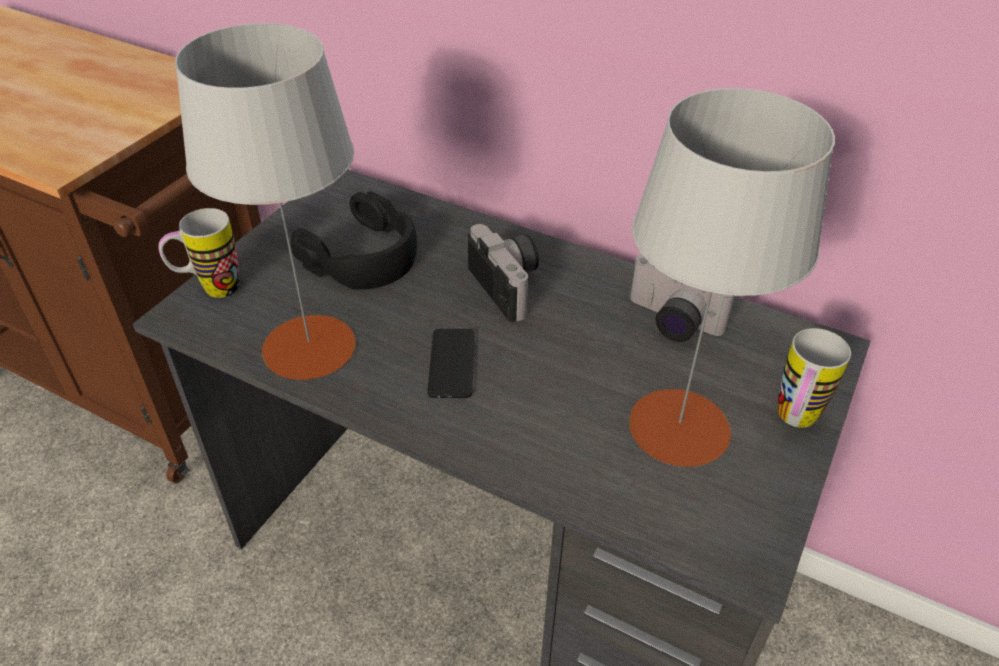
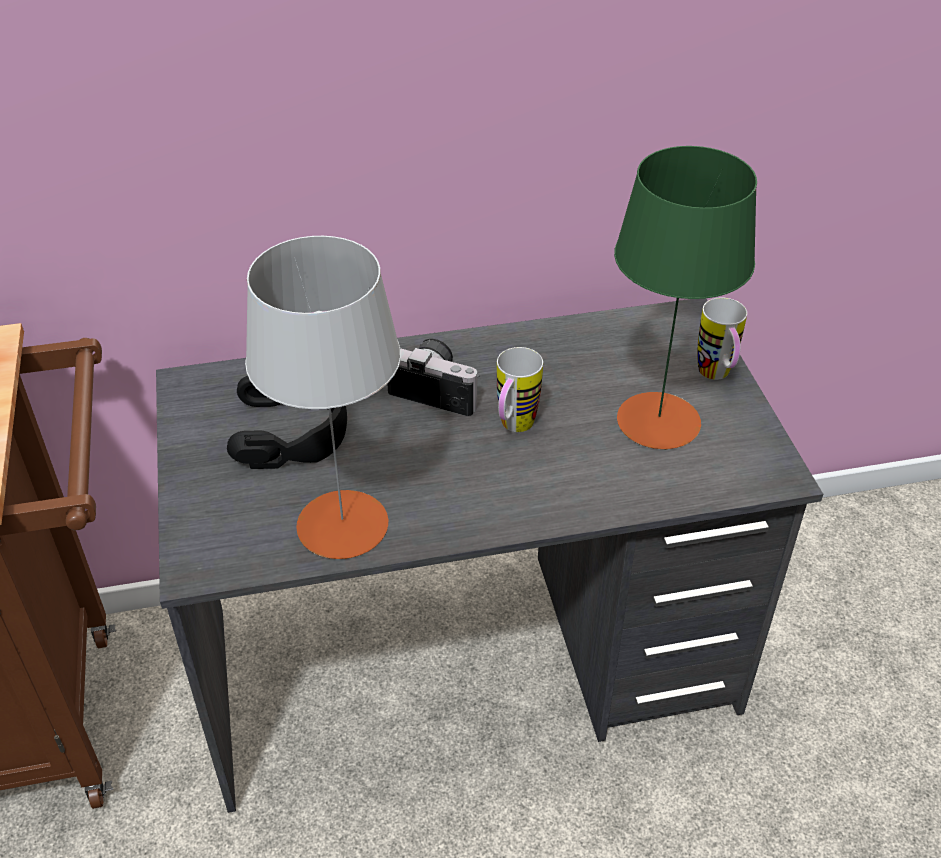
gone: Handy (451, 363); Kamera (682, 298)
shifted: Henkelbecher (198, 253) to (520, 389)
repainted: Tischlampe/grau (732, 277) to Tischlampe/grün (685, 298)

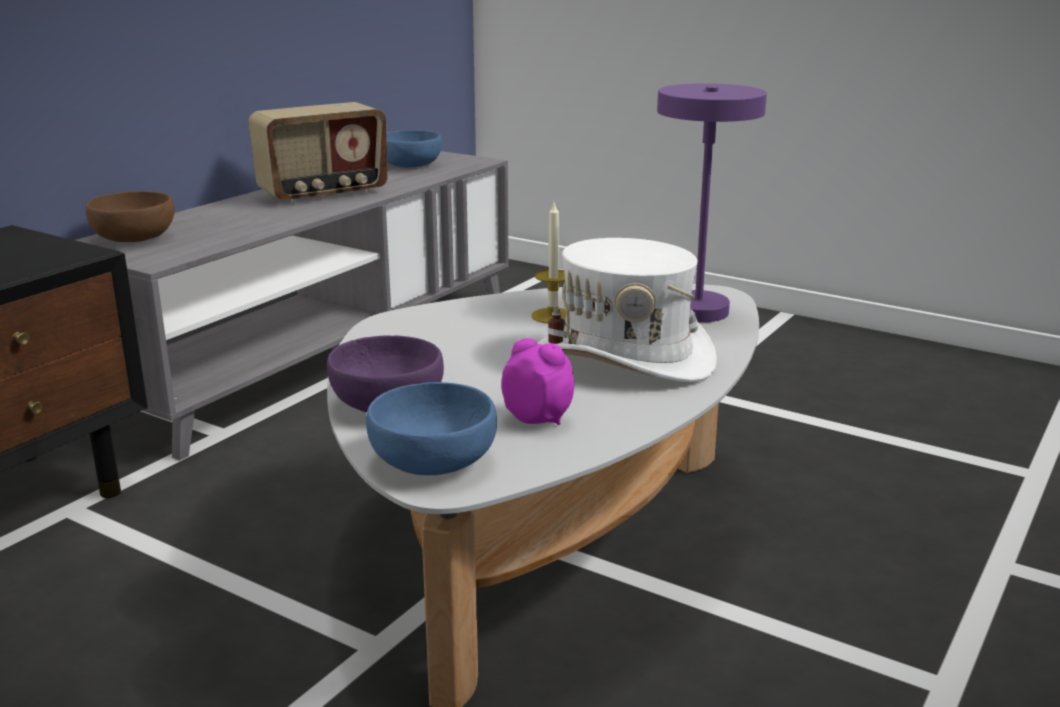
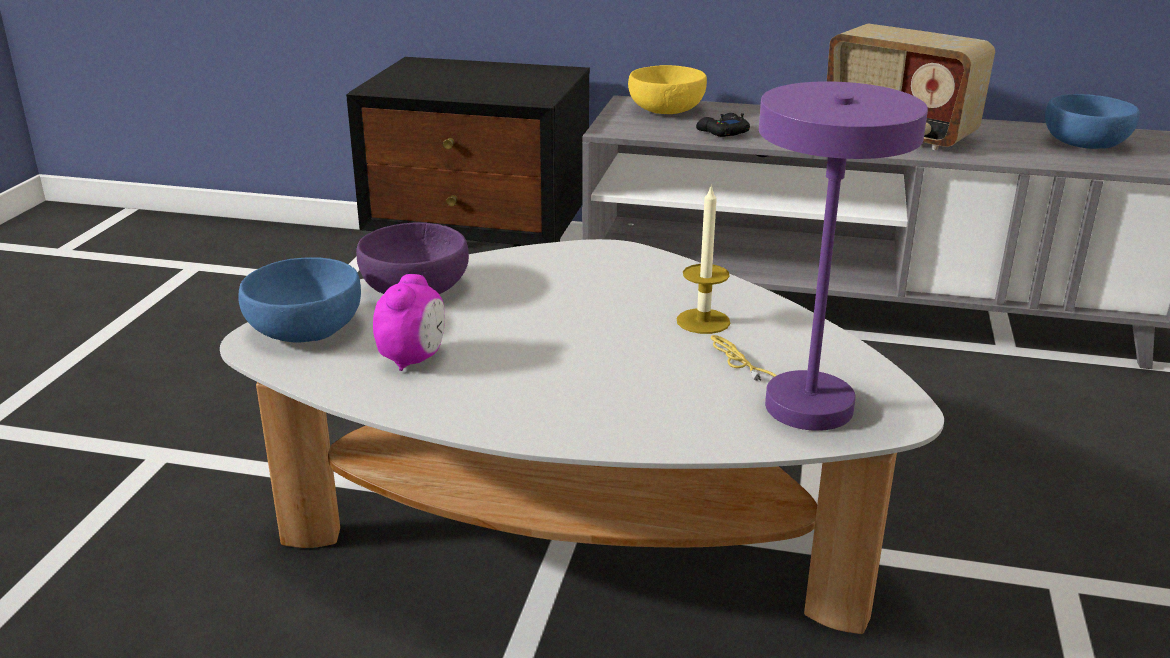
gone: Hut/weiß (627, 310)
new: Gamepad/schwarz (723, 125)
repainted: Schüssel/braun (130, 216) to Schüssel/gelb (667, 89)

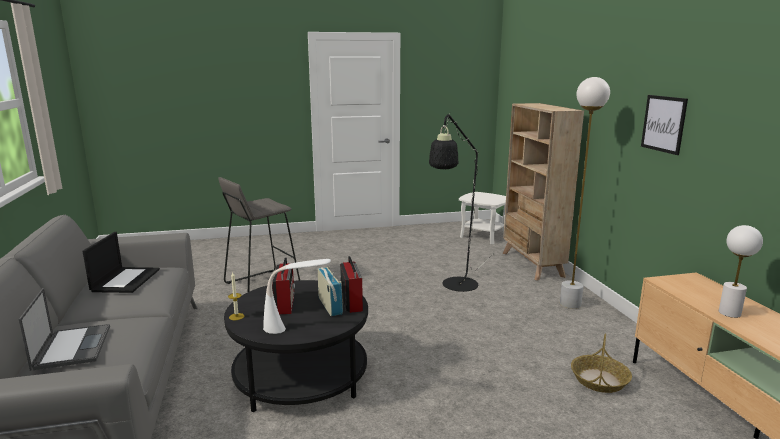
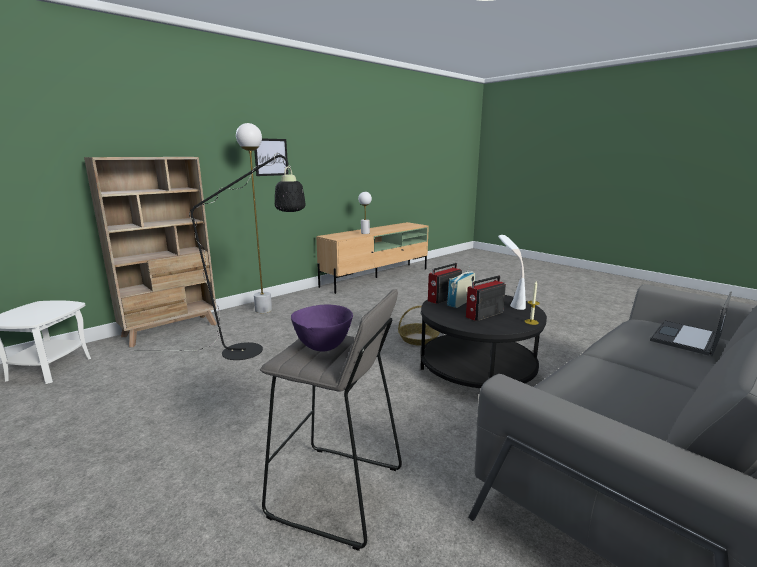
gone: Laptop (121, 262)
new: Schüssel/lila (322, 328)
shifted: Korb (601, 363) to (419, 325)

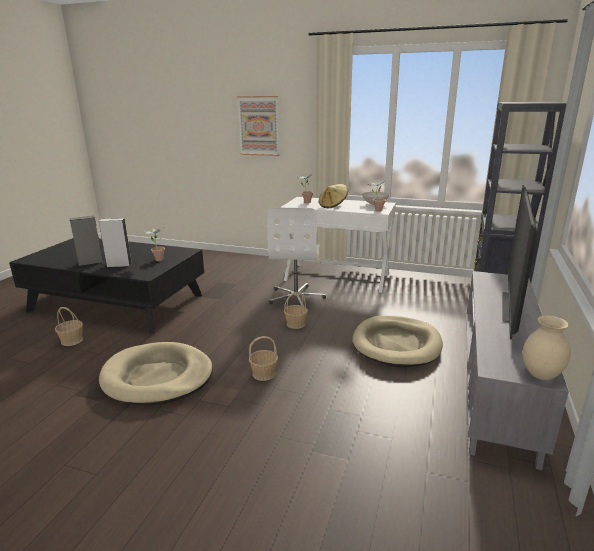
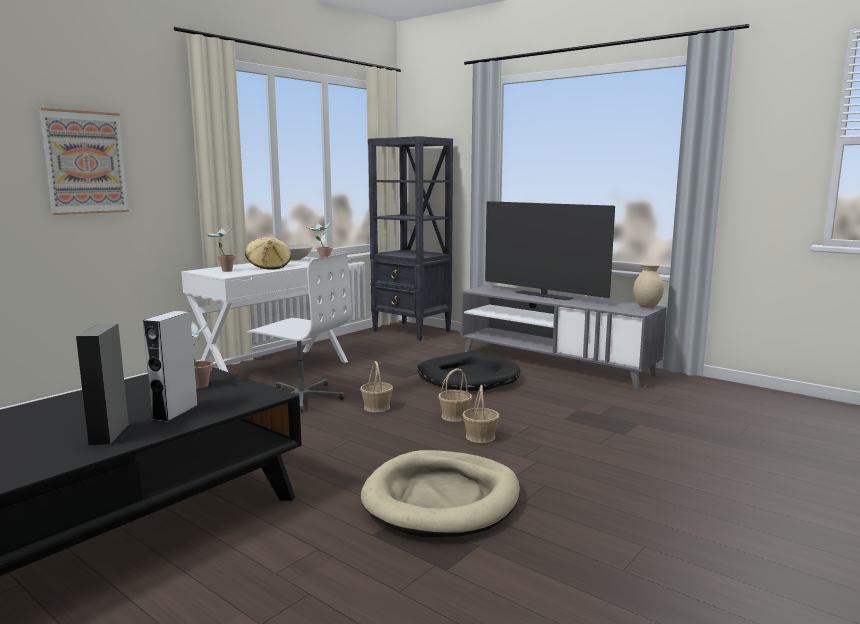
shifted: Korb (69, 326) to (455, 395)
repainted: Hundebett/beige (398, 342) to Hundebett/schwarz (468, 371)

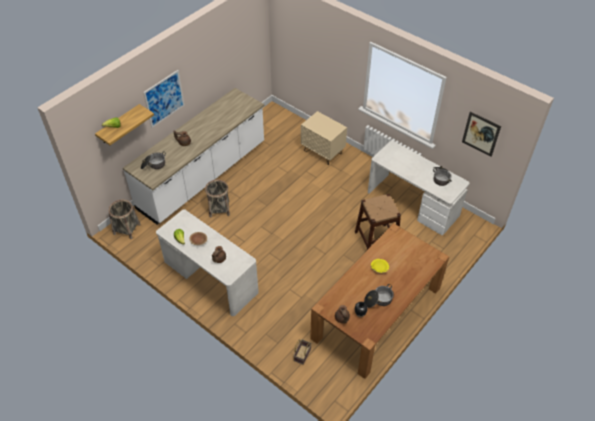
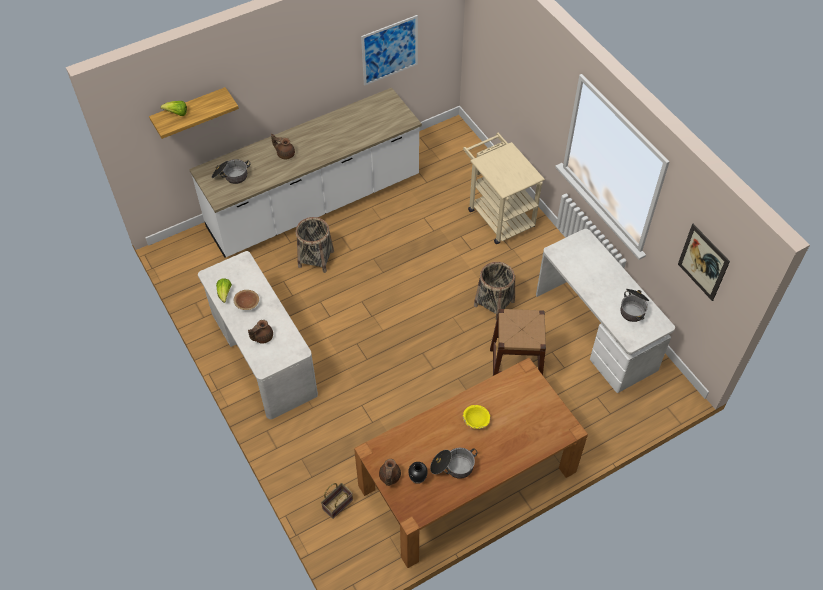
shifted: Bild (163, 99) to (389, 50); Korb (125, 219) to (494, 291)
swapped: Nachttisch/beige (324, 138) to Rollwagen/beige (504, 188)

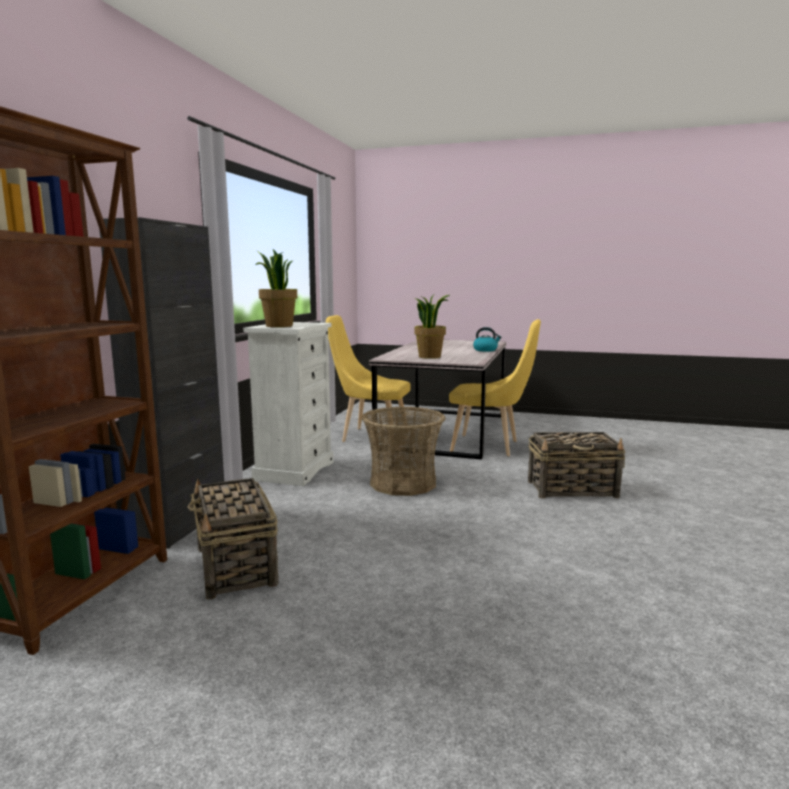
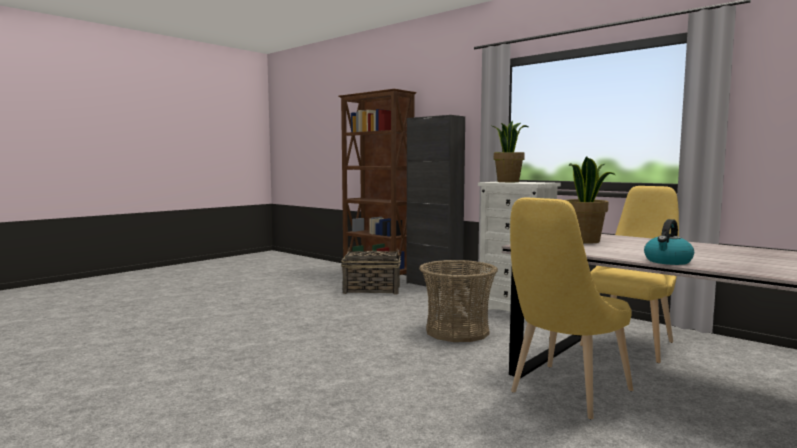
gone: Korb (576, 465)

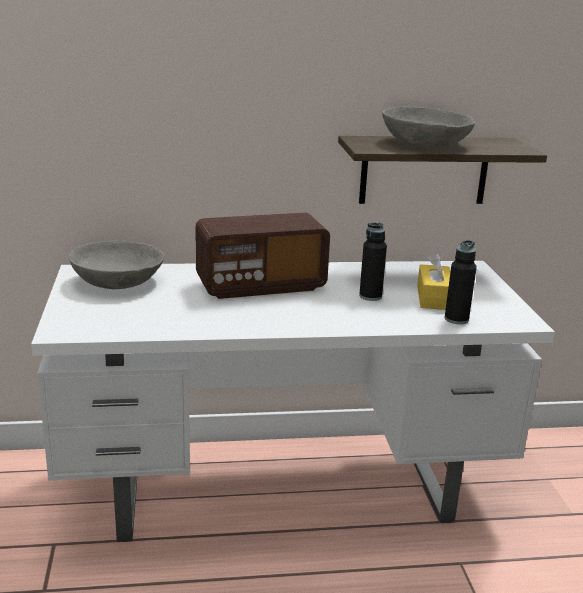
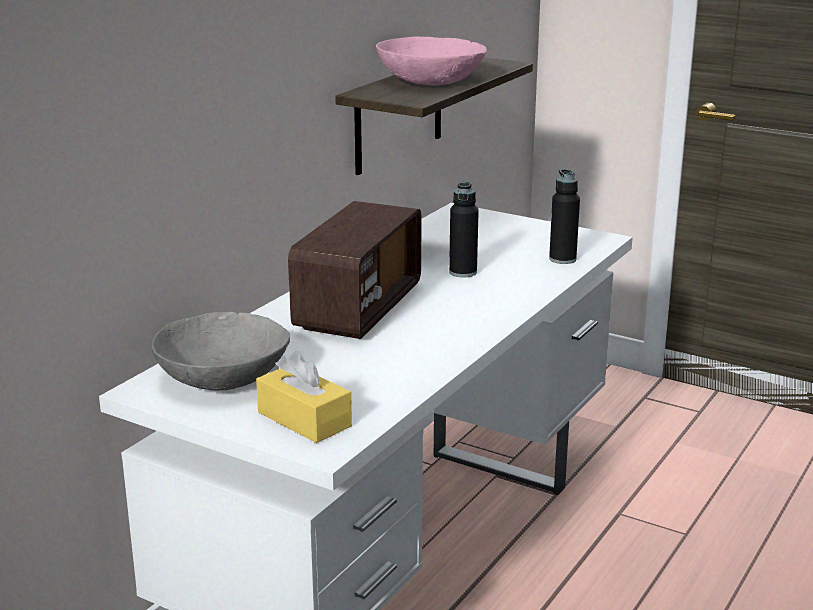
shifted: Taschentuchbox/gelb (433, 281) to (304, 397)
repainted: Schüssel/grau (428, 127) to Schüssel/rosa (431, 61)

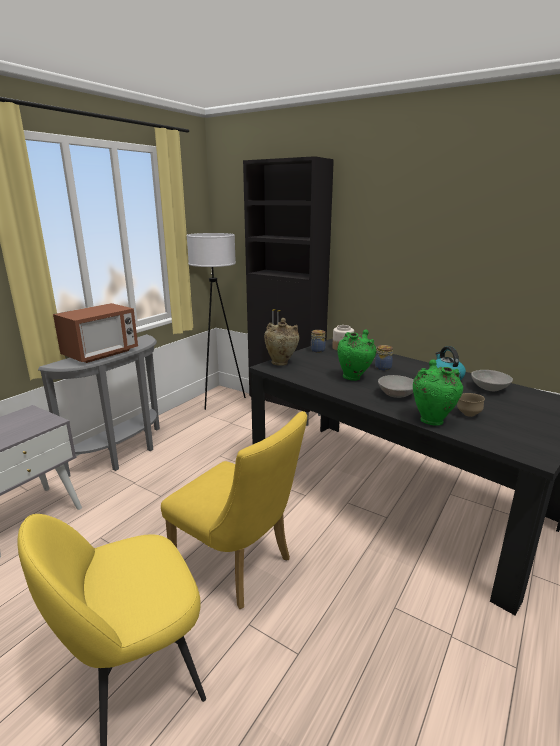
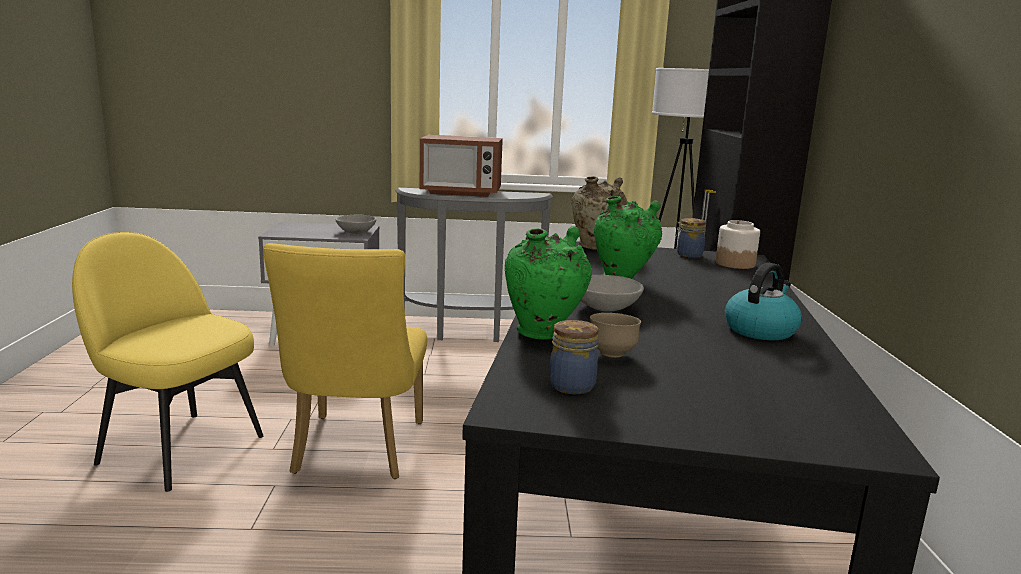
shifted: Schüssel/grau (492, 380) to (355, 224); Vorratsglas (383, 358) to (574, 357)

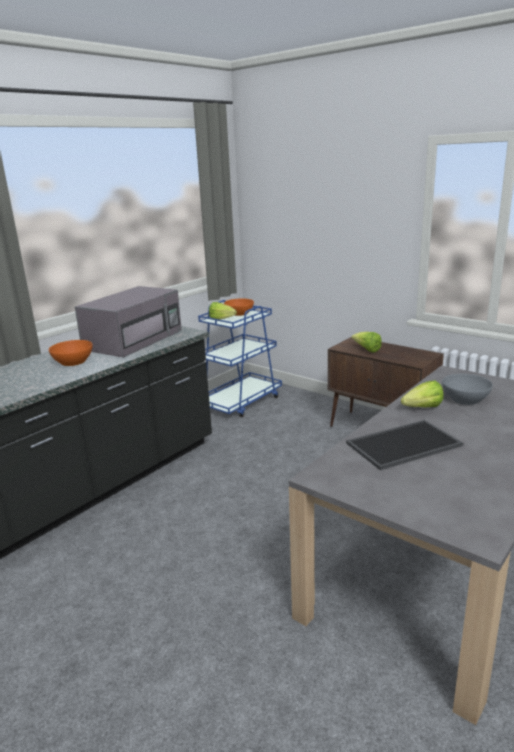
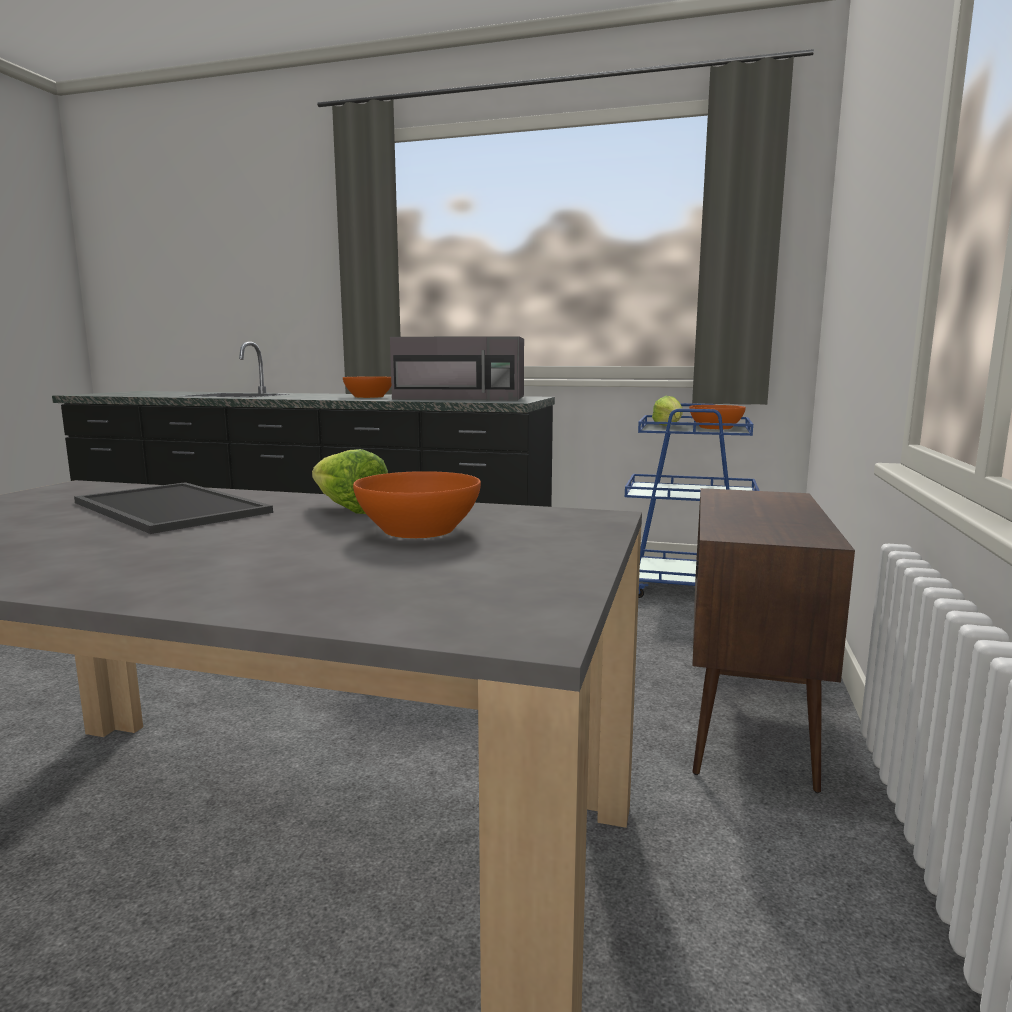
gone: Salatkopf (366, 342)
repainted: Schüssel/grau (467, 389) to Schüssel/orange (417, 504)

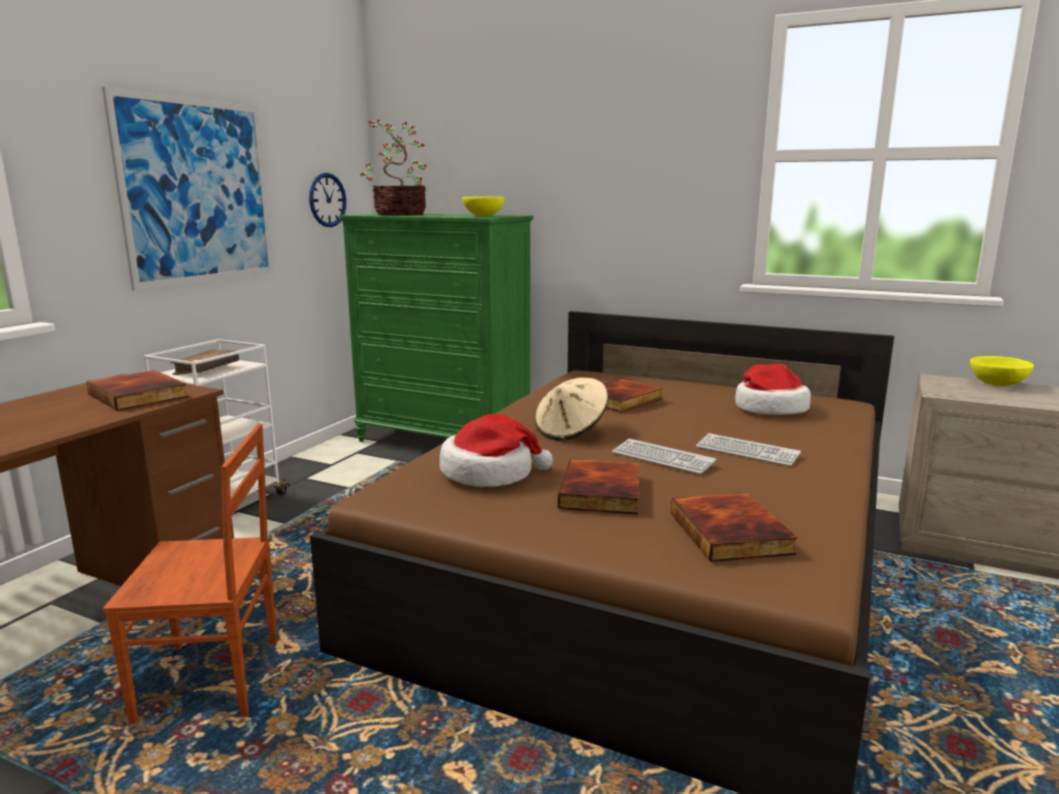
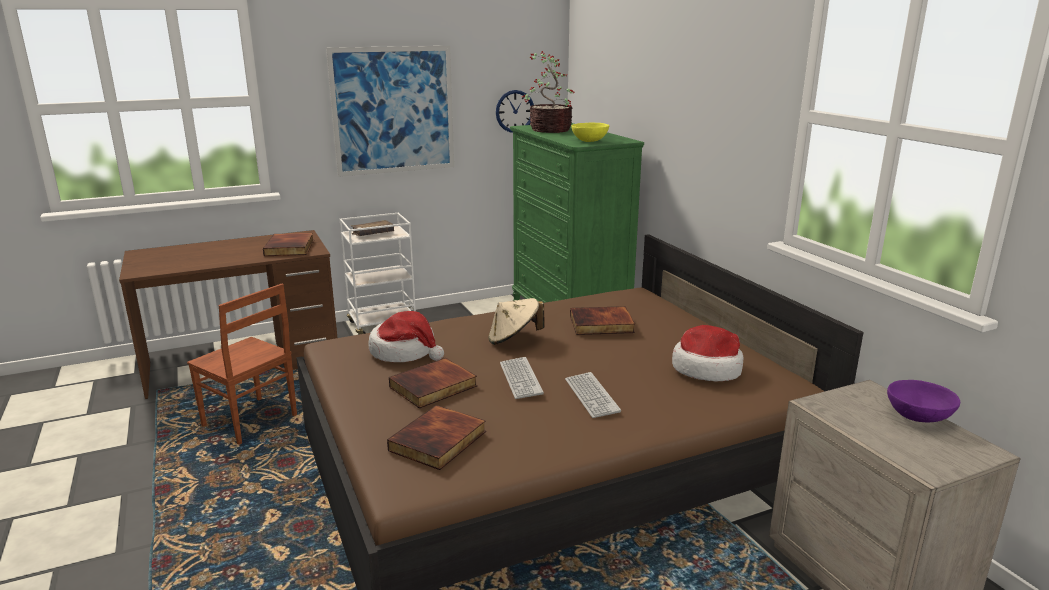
repainted: Schüssel/gelb (1002, 371) to Schüssel/lila (923, 401)

